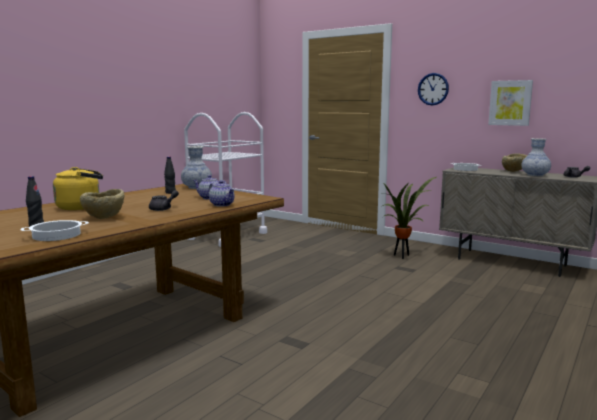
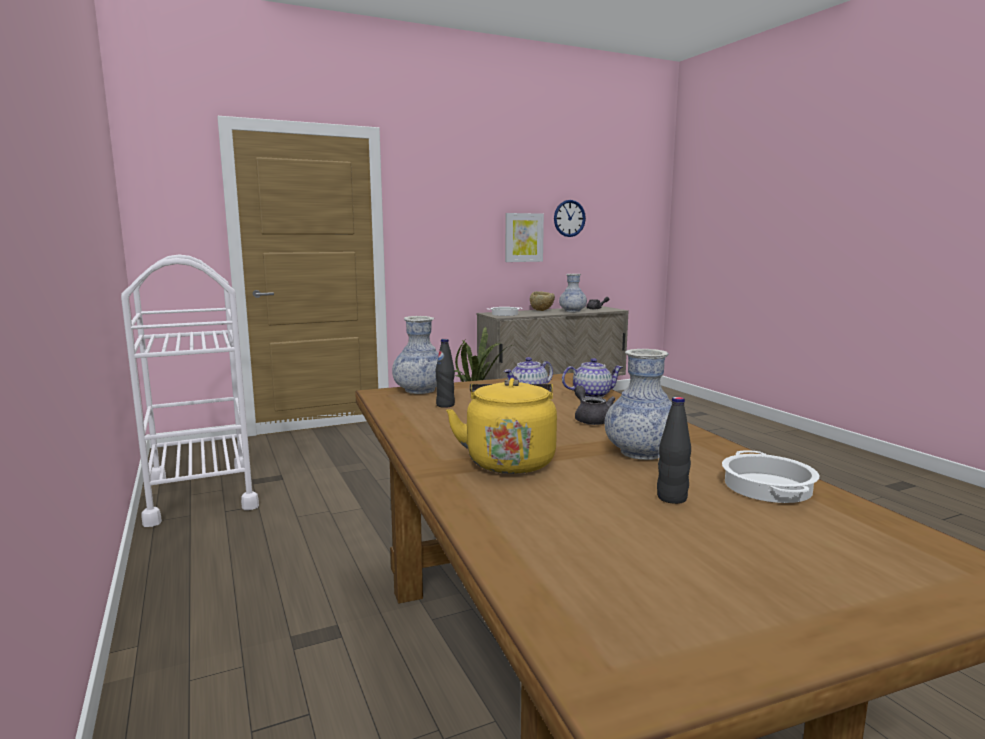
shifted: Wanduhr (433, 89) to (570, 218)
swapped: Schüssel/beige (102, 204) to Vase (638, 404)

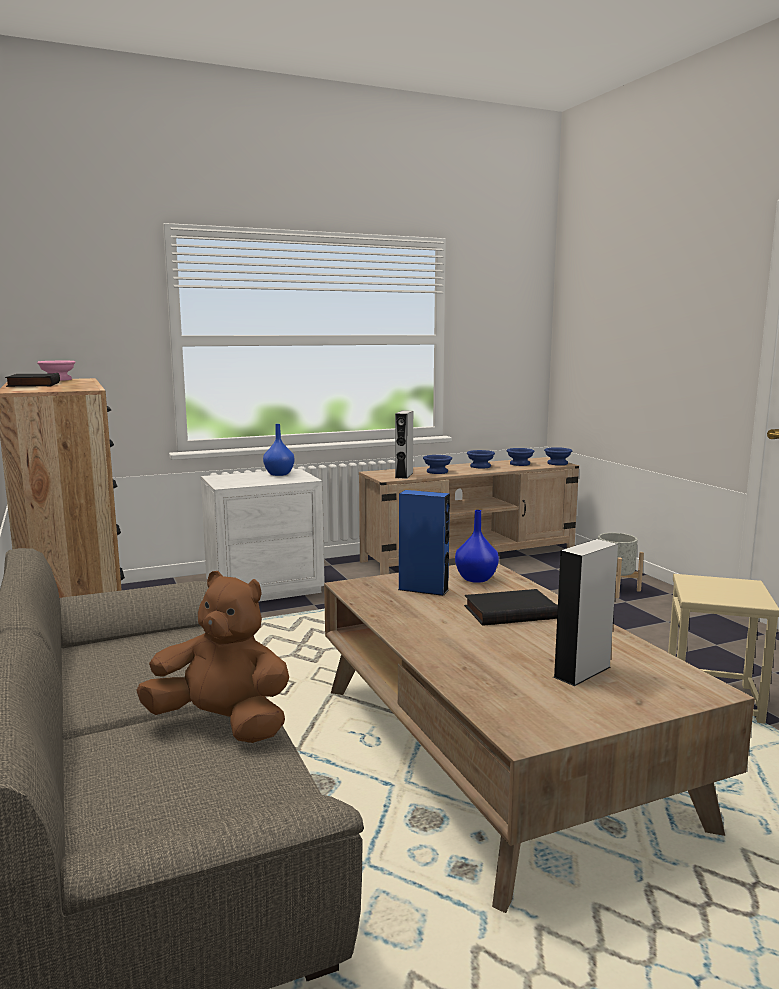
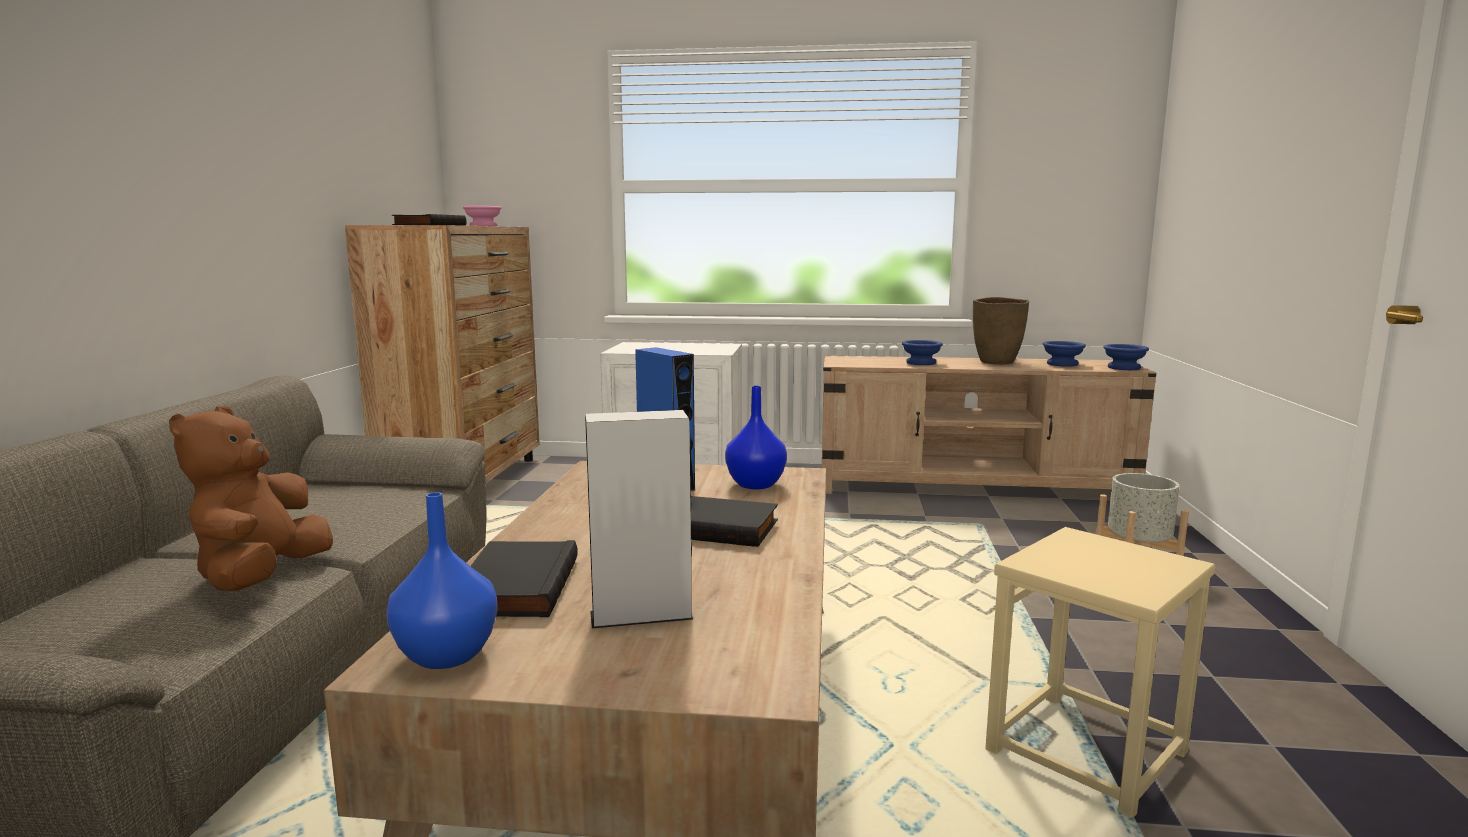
gone: Lautsprecher/grau (404, 444)
new: Buch/schwarz (524, 578)
shifted: Vase/blau (279, 450) to (441, 580)
swapped: Schüssel/blau (481, 459) to Vase/braun (1001, 331)
rotated: Plüschtier/braun (212, 657) = (251, 498) 135 degrees counterclockwise

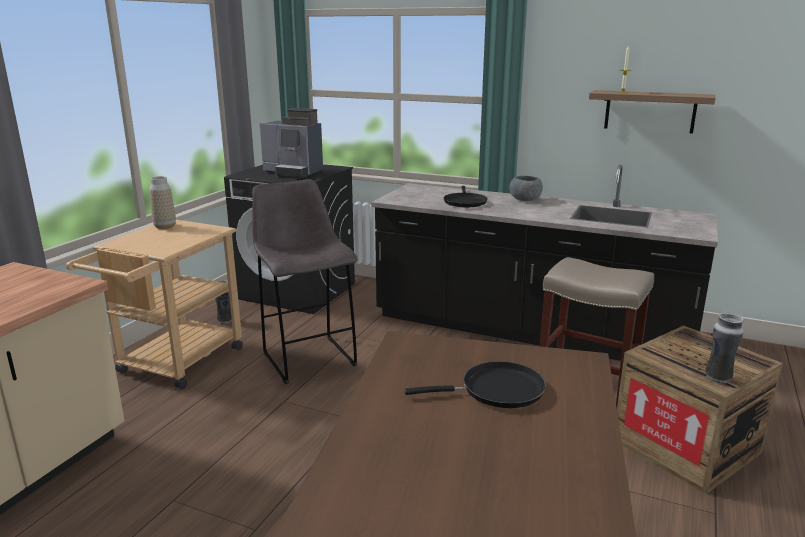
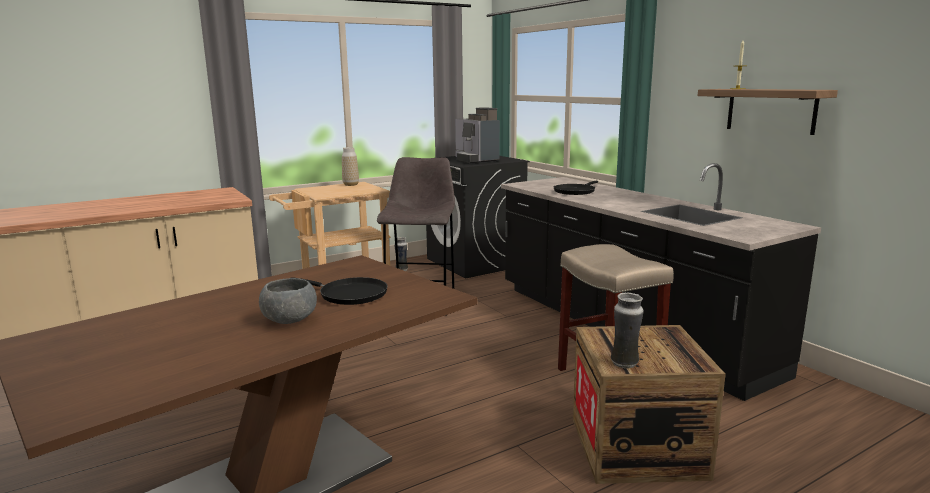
shifted: Schüssel/grau (526, 188) to (288, 301)

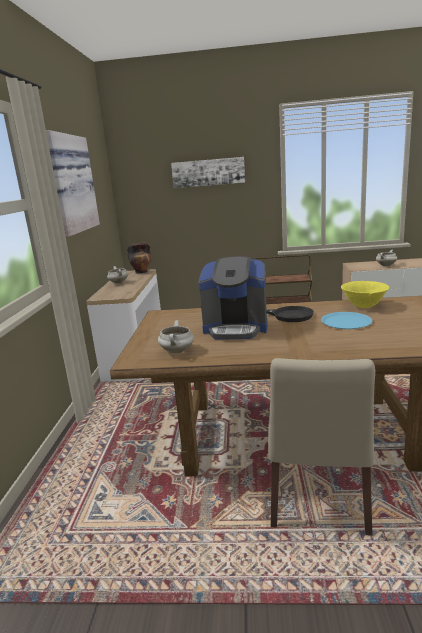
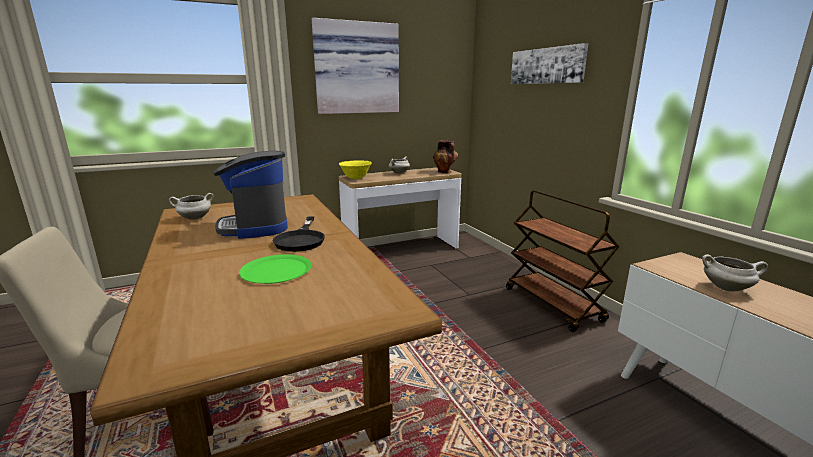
shifted: Schüssel/gelb (365, 294) to (355, 169)
repainted: Teller/blau (346, 320) to Teller/grün (275, 269)

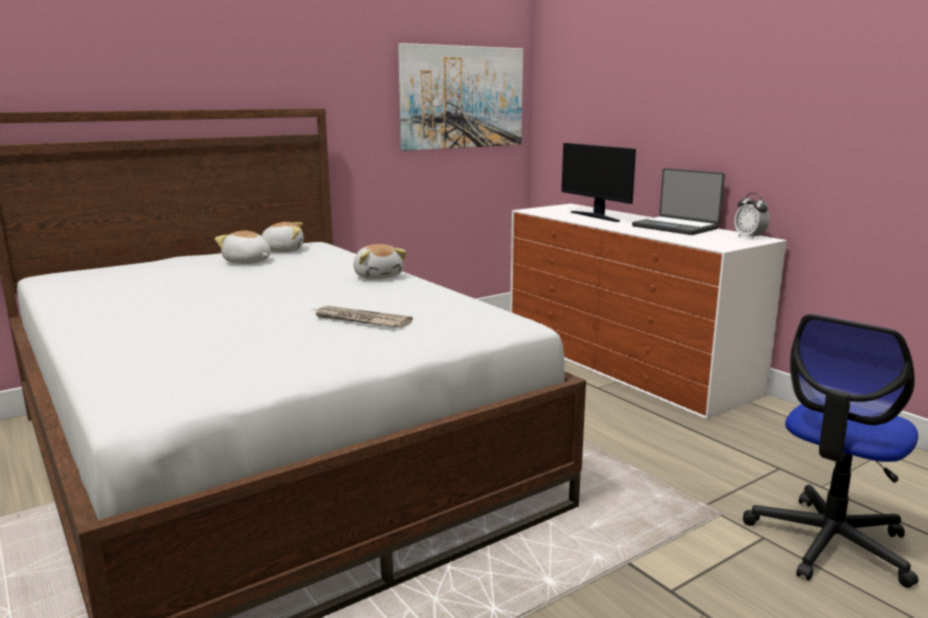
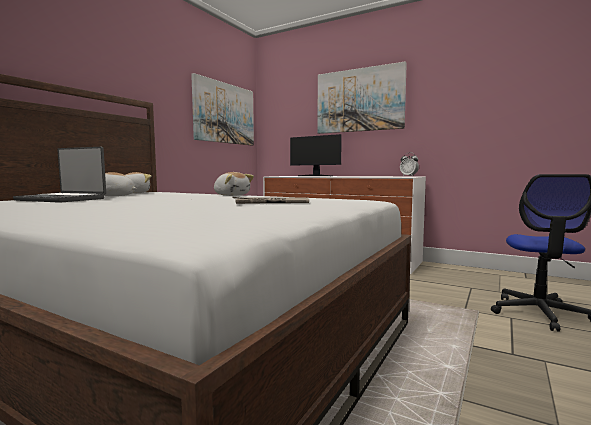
new: Bild (362, 97)
shifted: Laptop (678, 201) to (59, 175)

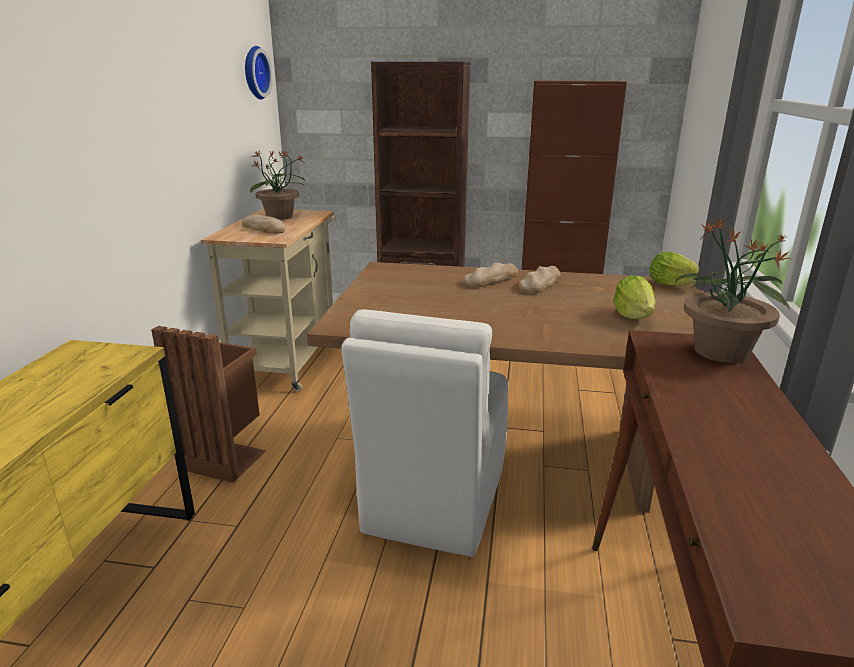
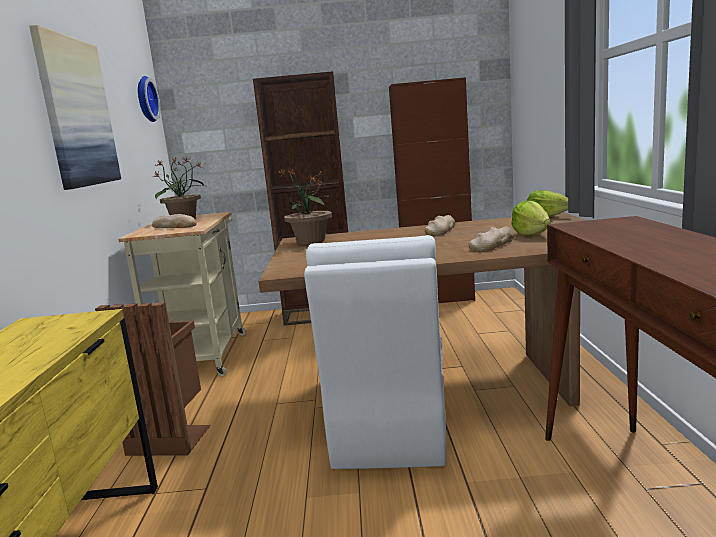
new: Bild (75, 107)
shifted: Topfpflanze (734, 290) to (304, 206); Brot (490, 275) to (492, 239)

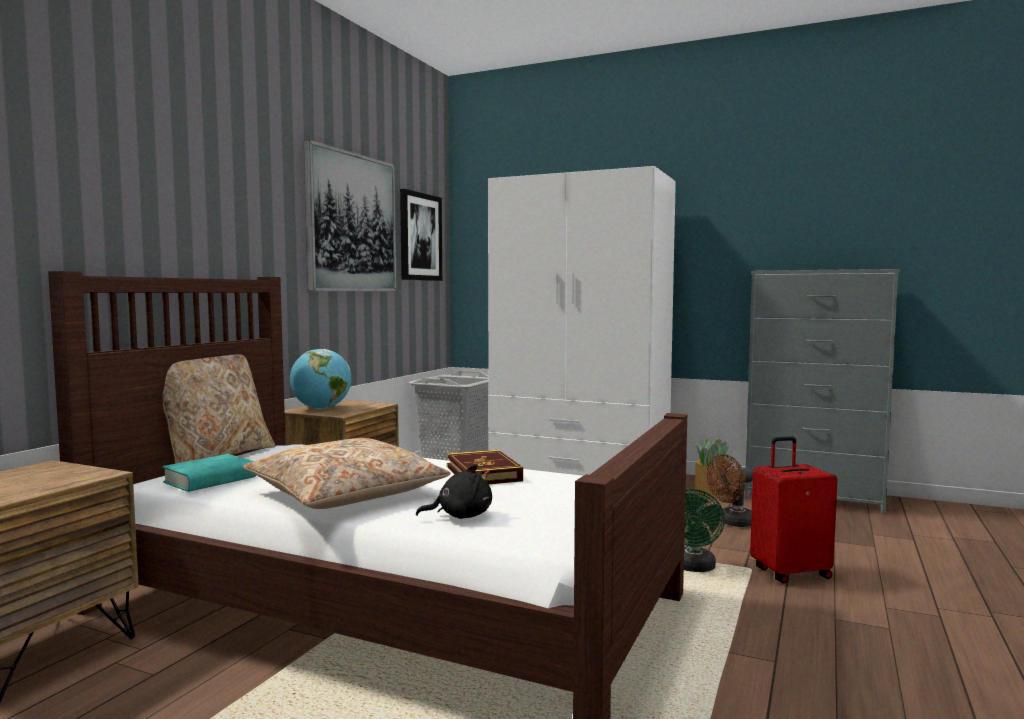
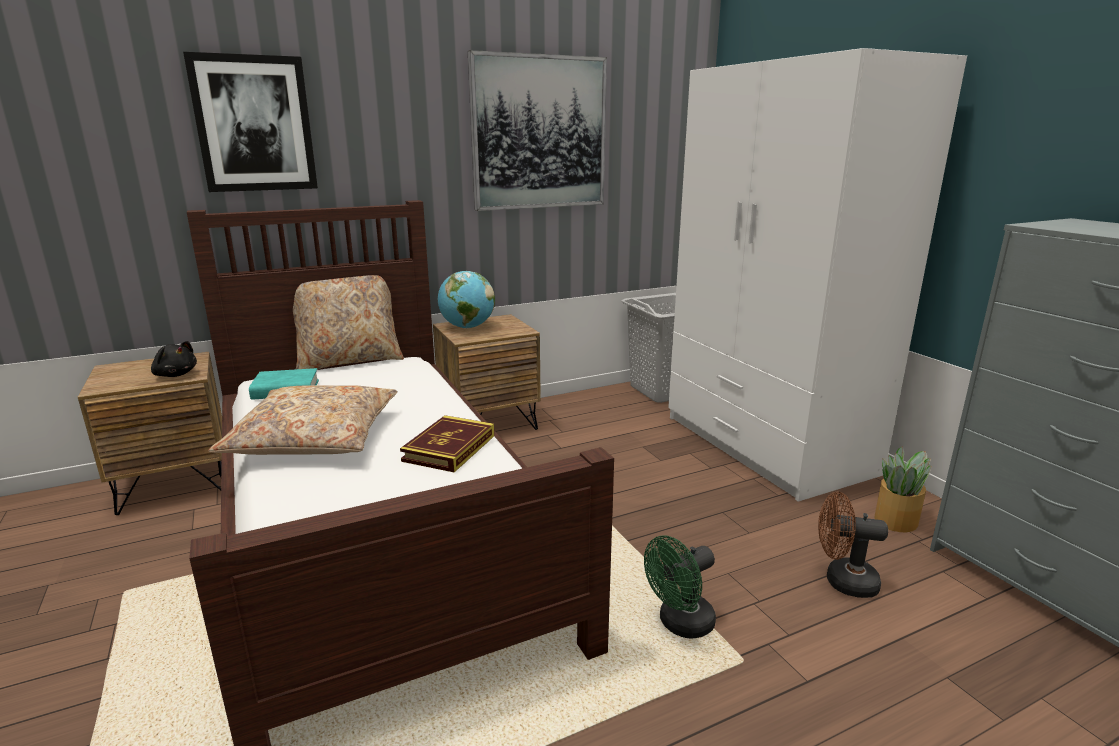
gone: Koffer/rot (793, 510)
shifted: Plüschtier/schwarz (454, 491) to (174, 359); Bild (421, 235) to (250, 122)

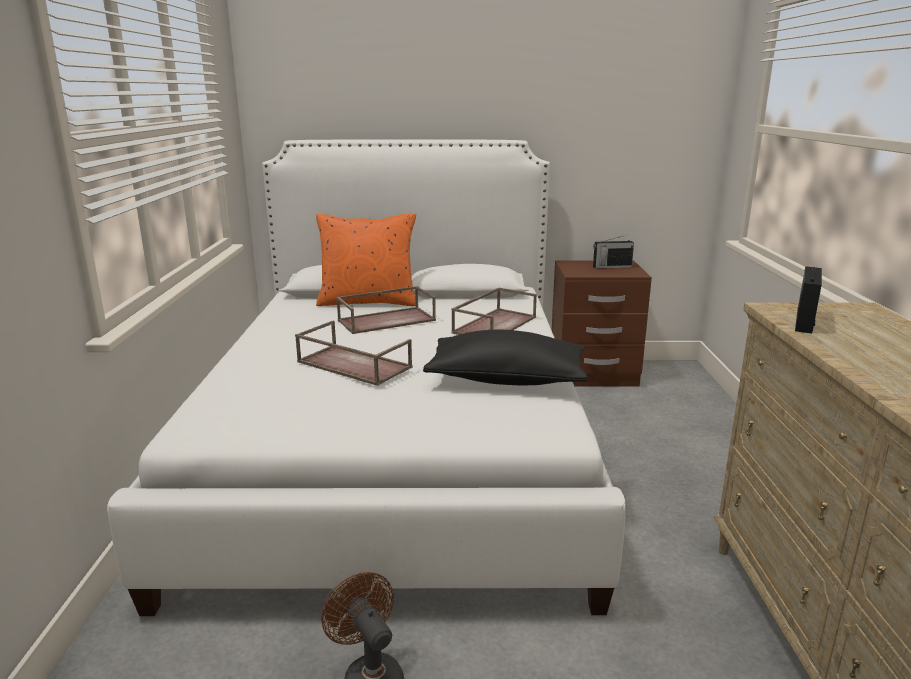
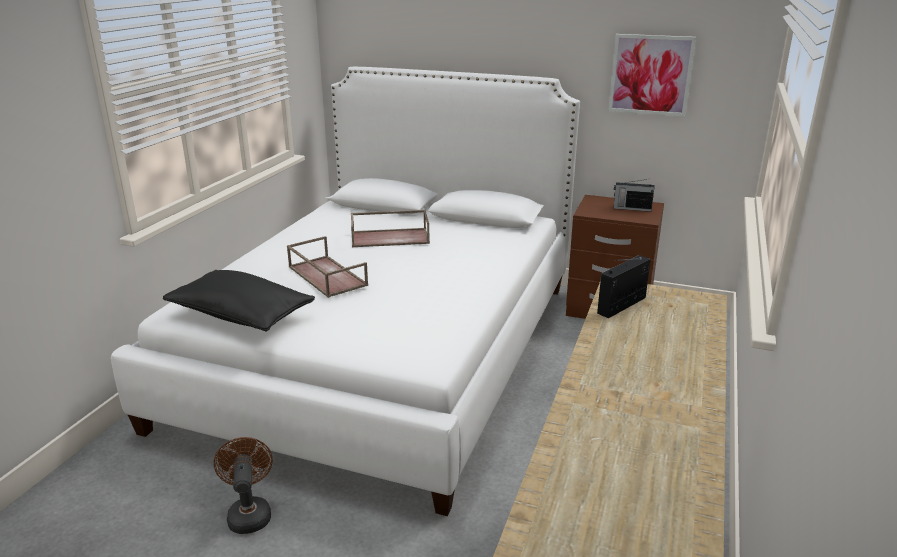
gone: Kissen/orange (366, 260); Tablett/braun (494, 311)
new: Bild (652, 75)
shifted: Kissen/schwarz (505, 357) to (239, 300)

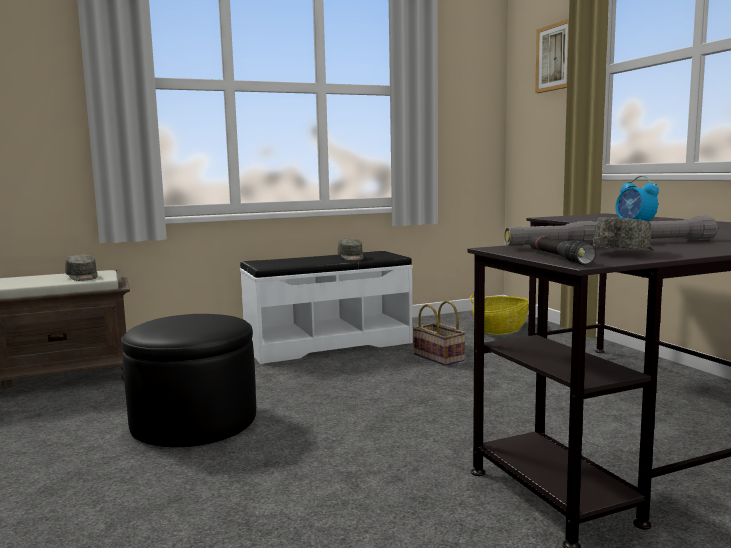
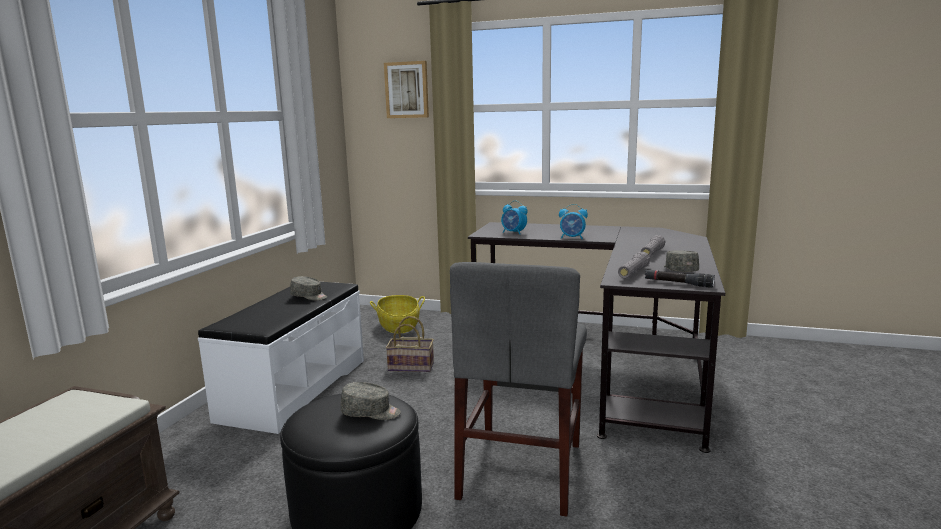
new: Stuhl/grau (518, 389); Wecker (514, 217)
shifted: Kappe/grau (81, 268) to (370, 401)

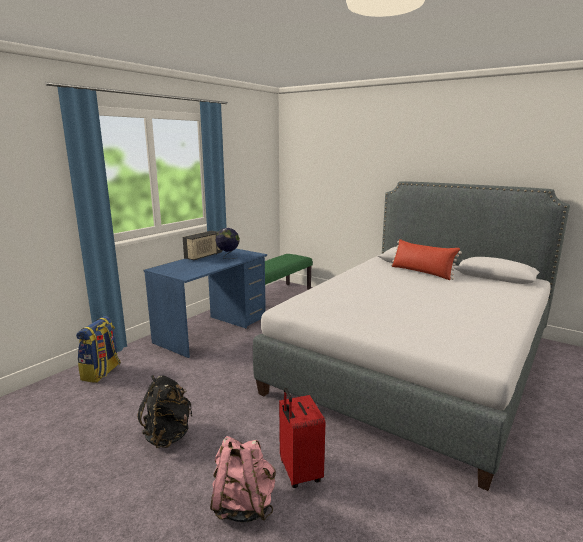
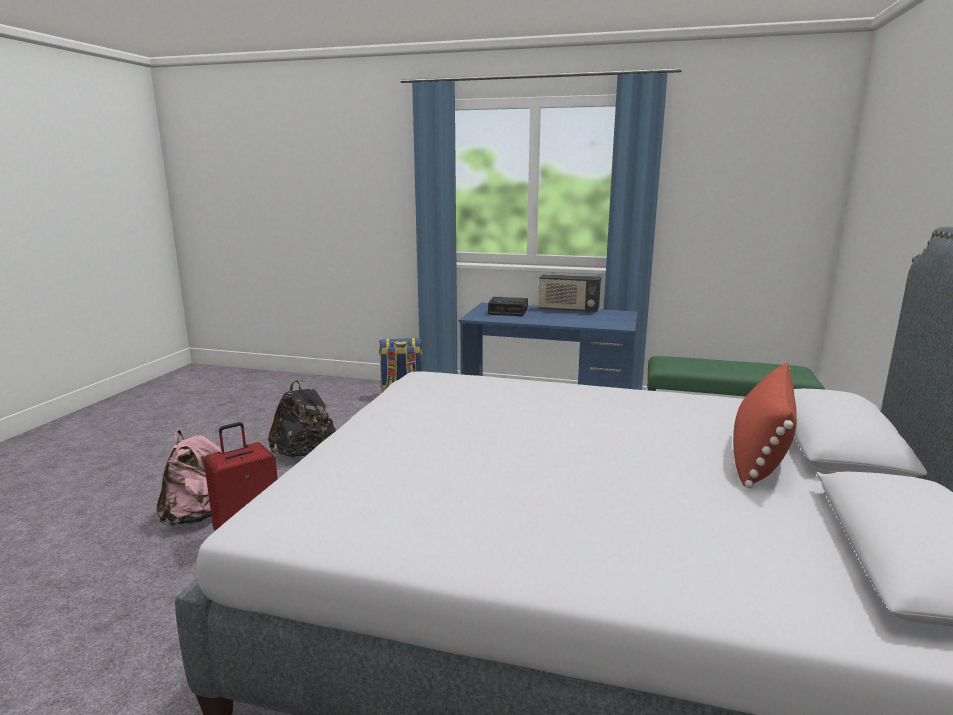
gone: Globus (228, 243)
new: Wecker (508, 306)

